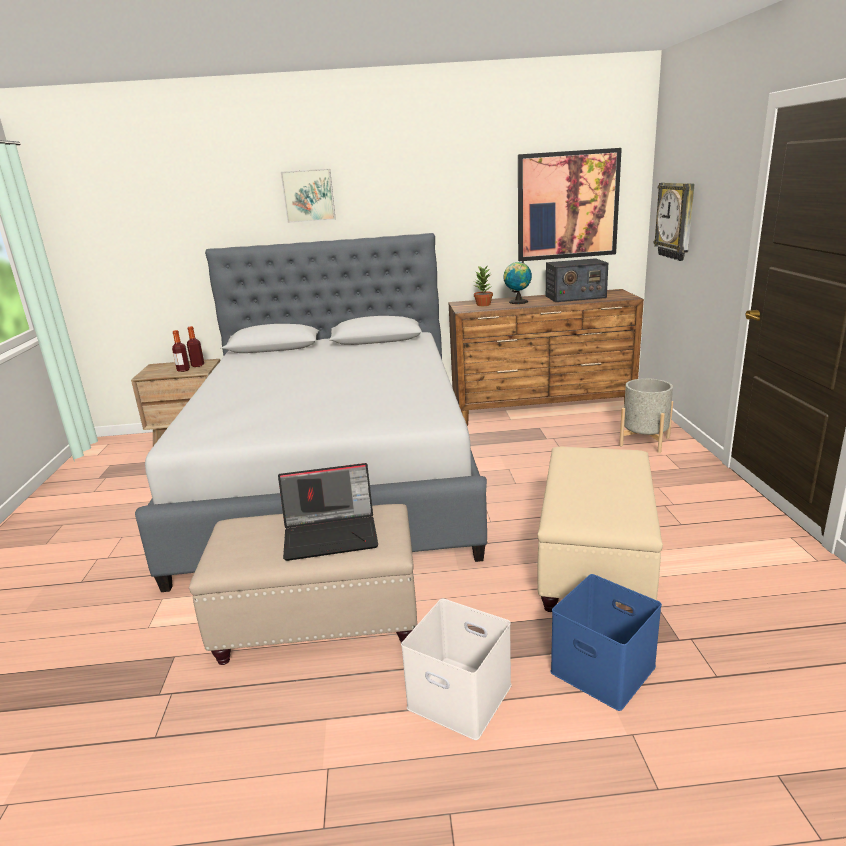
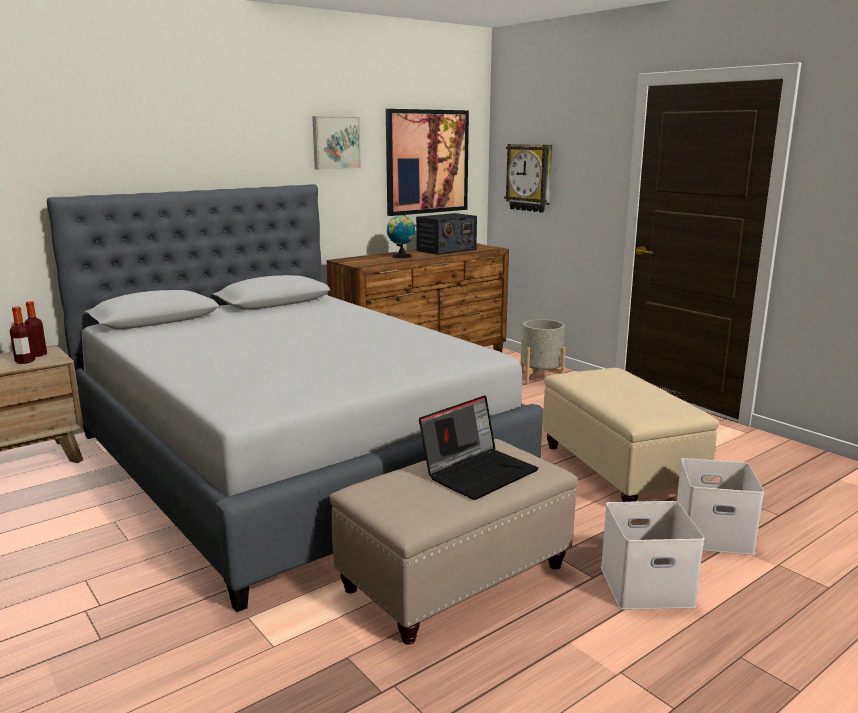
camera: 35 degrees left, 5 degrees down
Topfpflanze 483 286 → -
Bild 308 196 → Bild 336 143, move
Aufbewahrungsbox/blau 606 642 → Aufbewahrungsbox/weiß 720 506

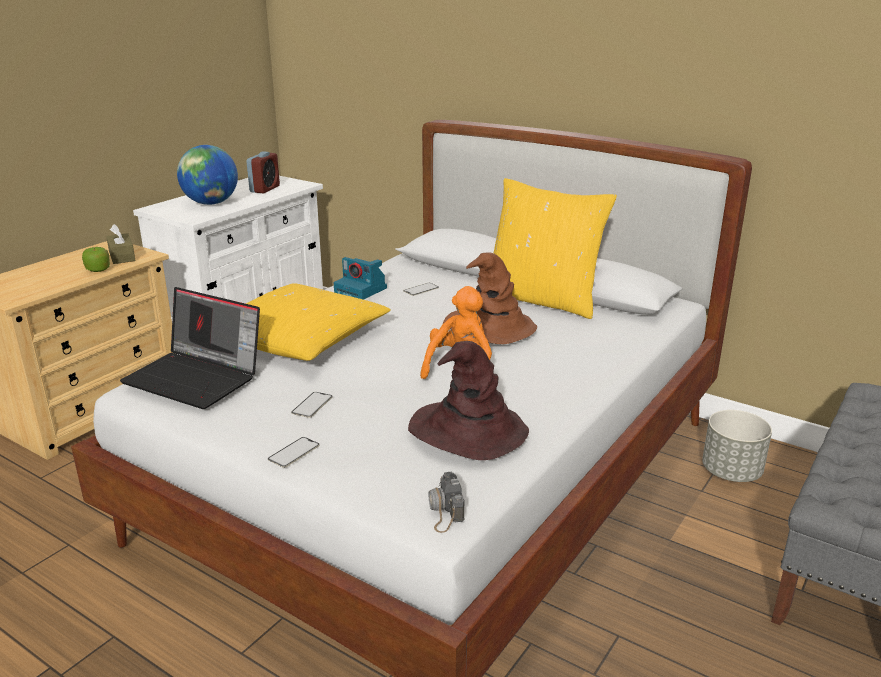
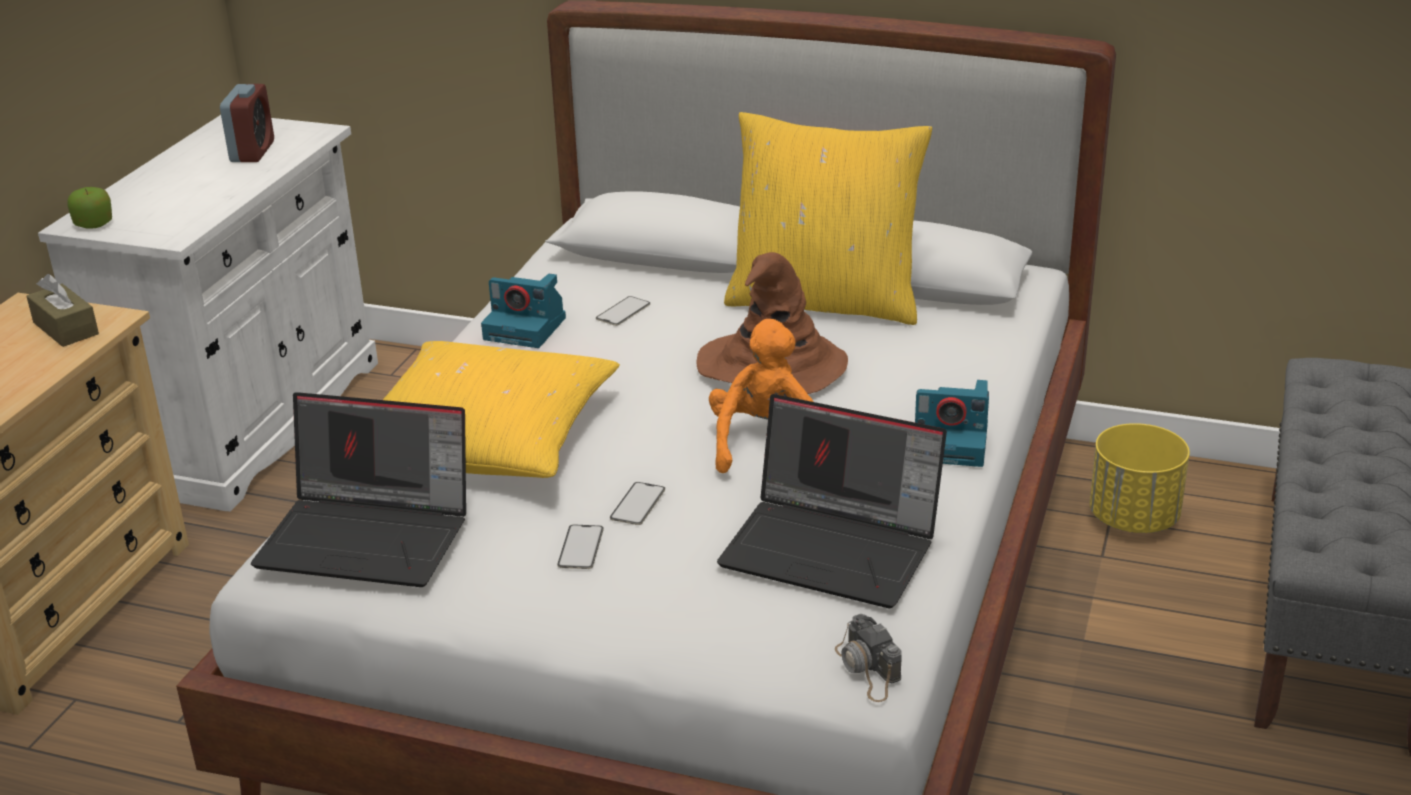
camera: 15 degrees left, 5 degrees up
Globus 207 175 → -
- → Kamera 952 423
Apfel 96 259 → Apfel 89 208, move
Handy 294 452 → Handy 637 503, move
Hut/braun 468 400 → Laptop 832 501
Pflanzkübel/grau 737 446 → Pflanzkübel/gelb 1139 478

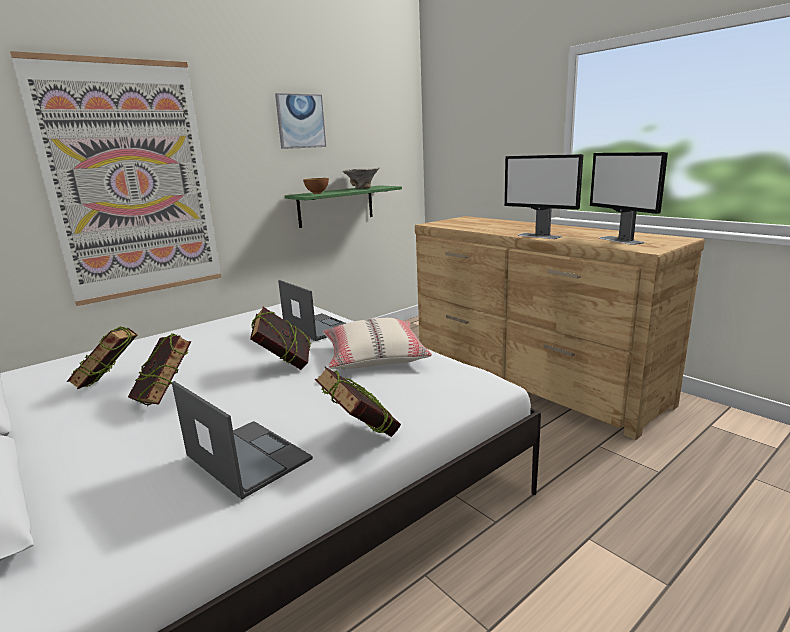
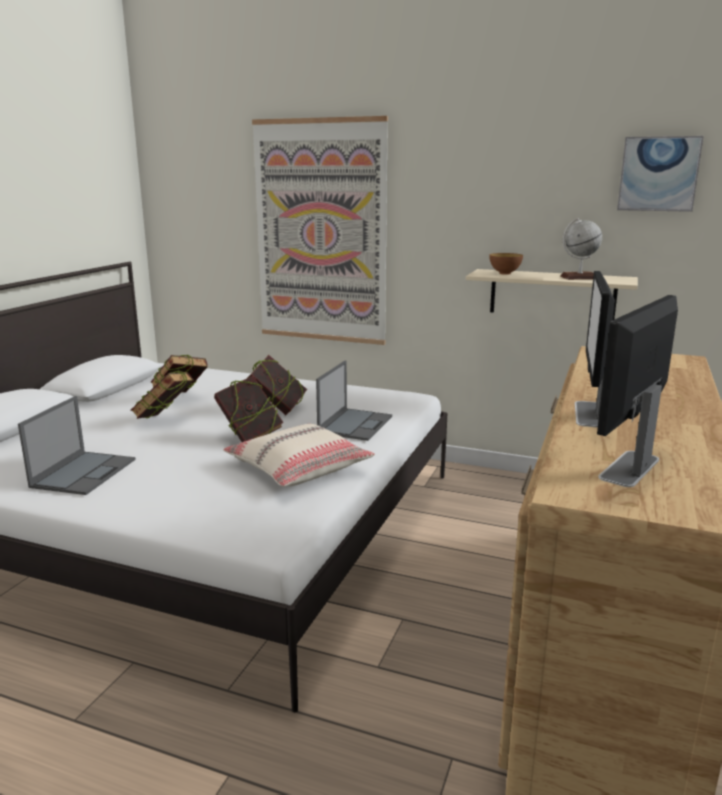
camera: 60 degrees right, 0 degrees up
Bild 300 121 → Bild 660 174, move
Buch 358 402 → Buch 277 385, move
Schüssel 360 178 → Globus 581 249
Wandregal/grün 343 206 → Wandregal/beige 552 294

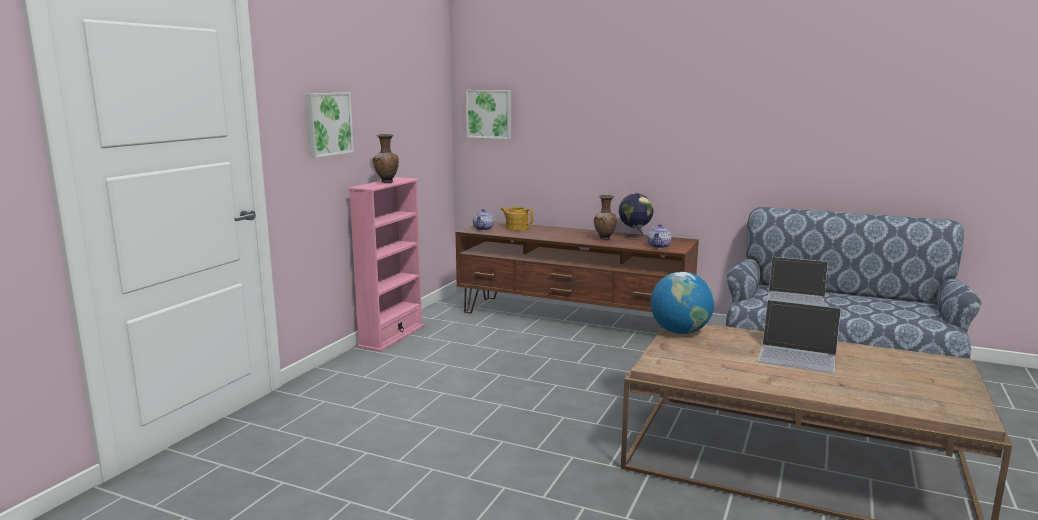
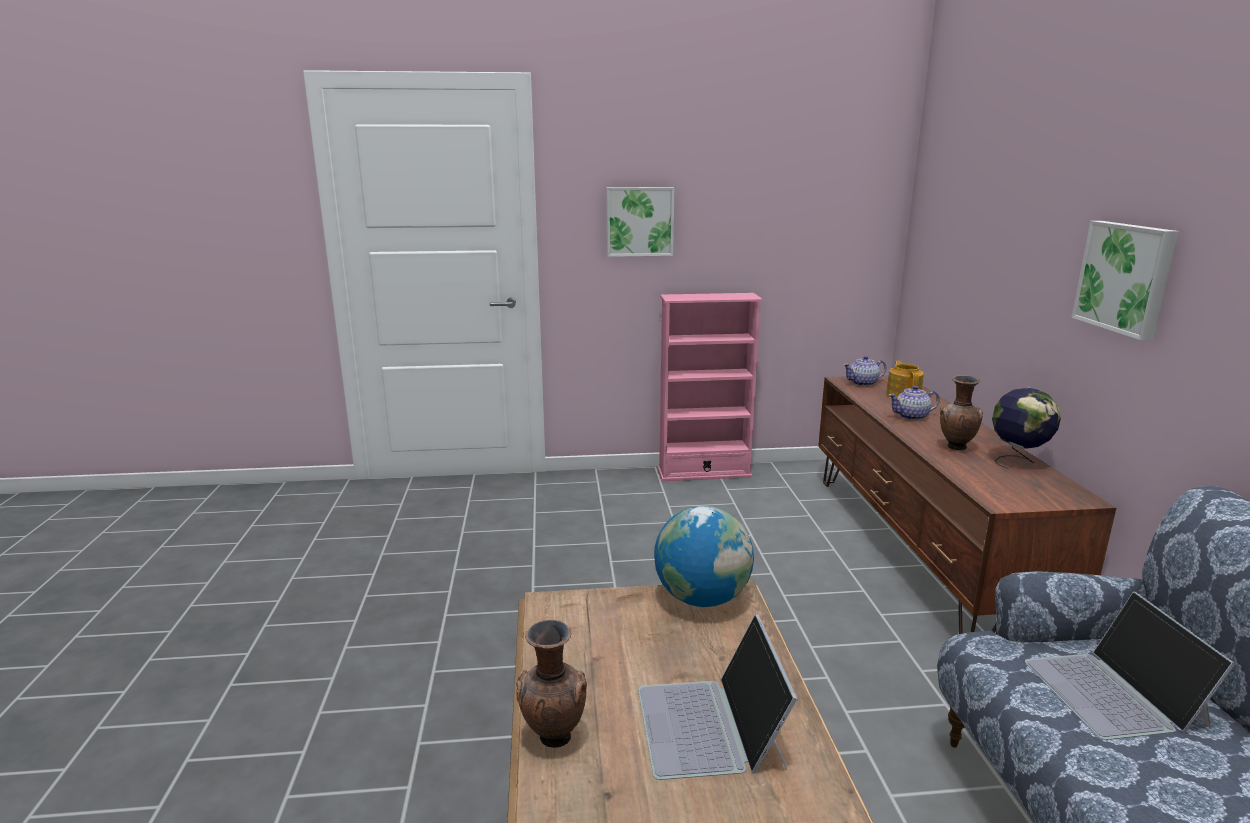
camera: 60 degrees right, 5 degrees up
Vase/braun 386 158 → Vase/braun 551 683, move
Bild 488 114 → Bild 1125 280, move
Teekanne 659 236 → Teekanne 914 403, move

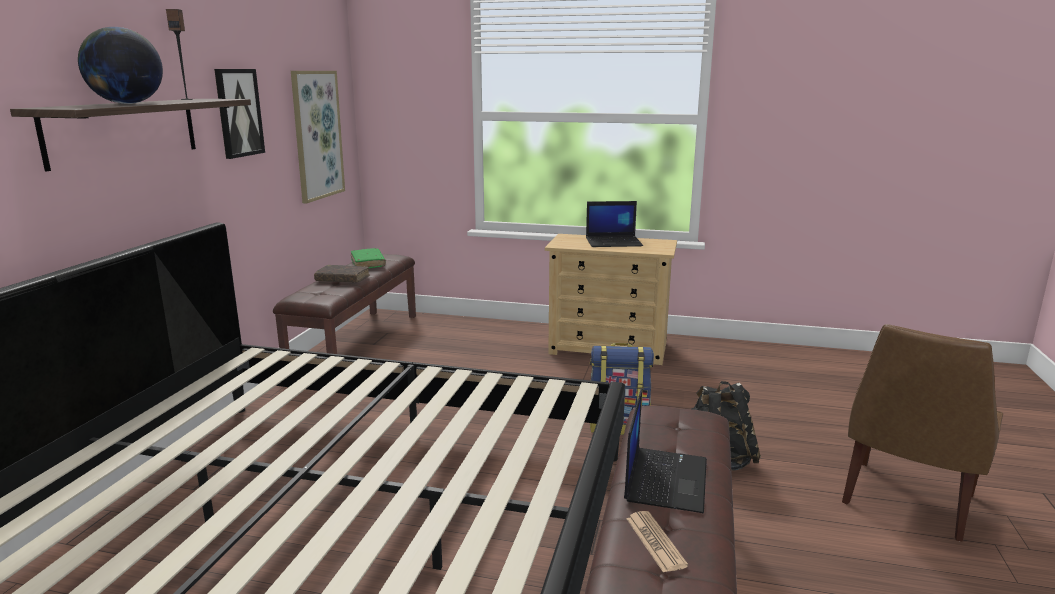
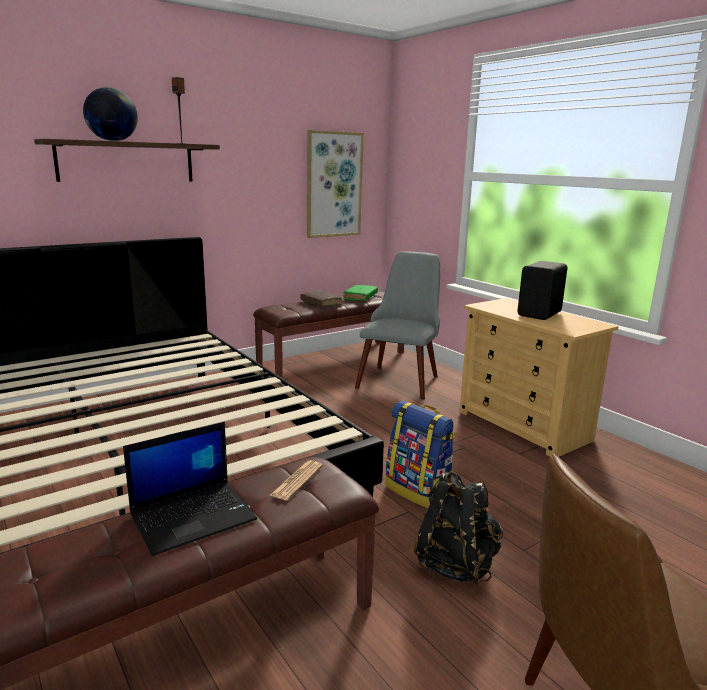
camera: 40 degrees right, 0 degrees up
Bild 239 114 → -
- → Stuhl/grau 397 325
Zeitung 657 542 → Zeitung 296 480, move
Laptop 614 224 → Lautsprecher/schwarz 542 290

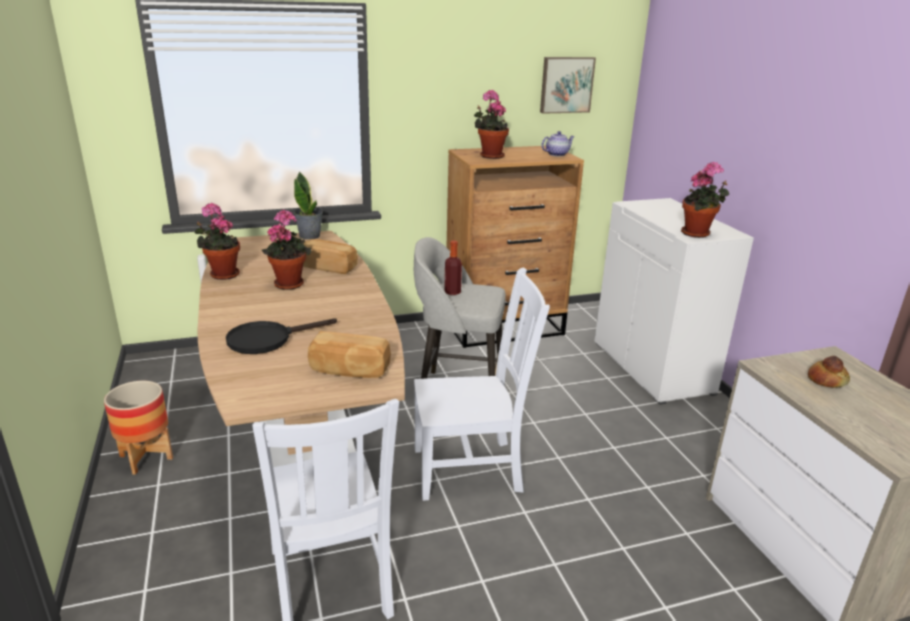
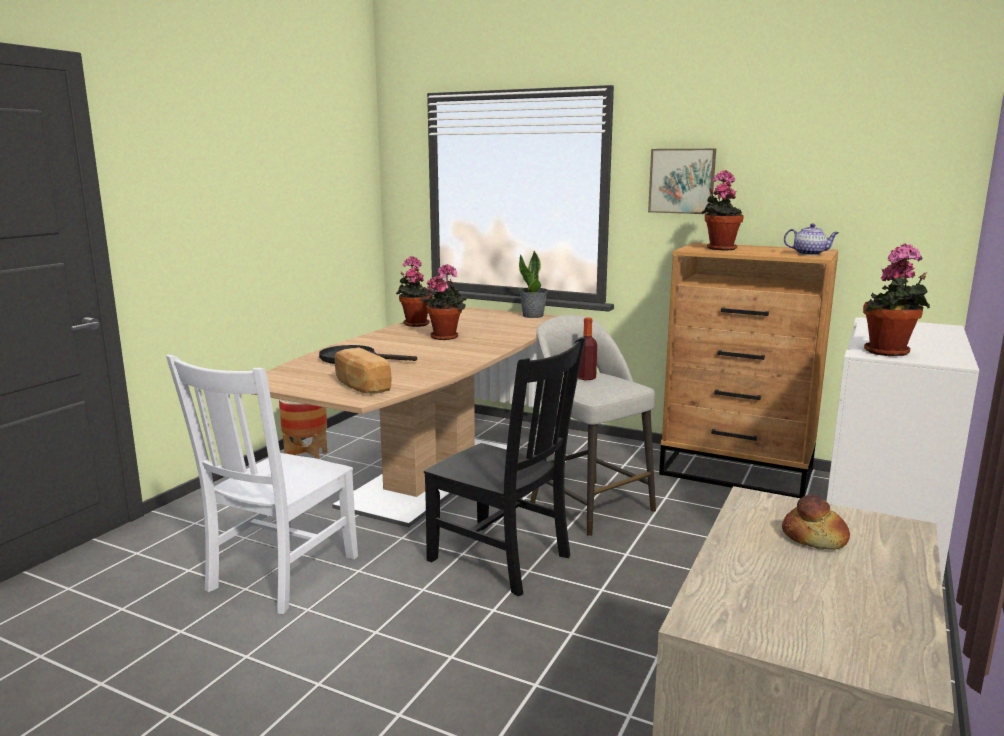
camera: 45 degrees right, 10 degrees down
Brot 330 256 → -
Bild 568 85 → Bild 682 181, move
Stuhl/weiß 482 384 → Stuhl/schwarz 505 466

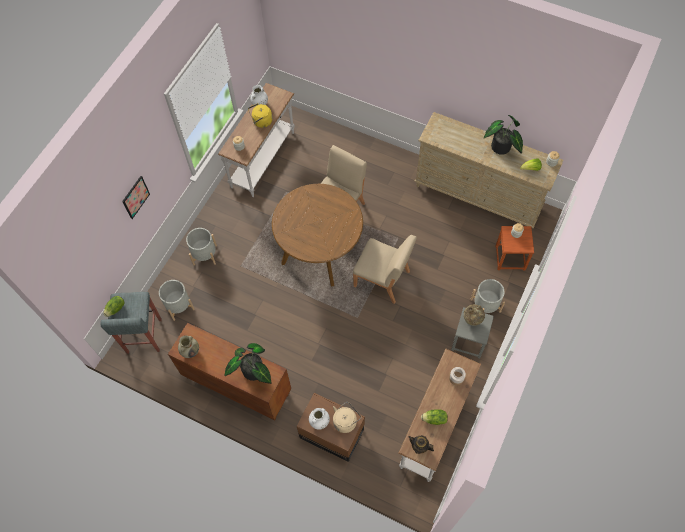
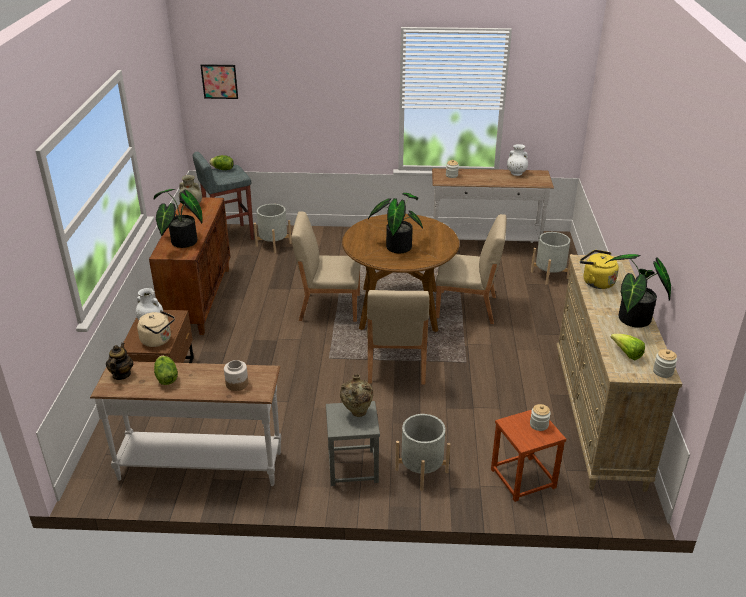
camera: 65 degrees right, 30 degrees down
- → Stuhl/beige 326 266
- → Topfpflanze 395 223
Bild 136 197 → Bild 219 81, move
Pflanzkübel/grau 201 246 → Pflanzkübel/grau 552 258, move
Wasserkessel/gelb 260 115 → Wasserkessel/gelb 599 269, move

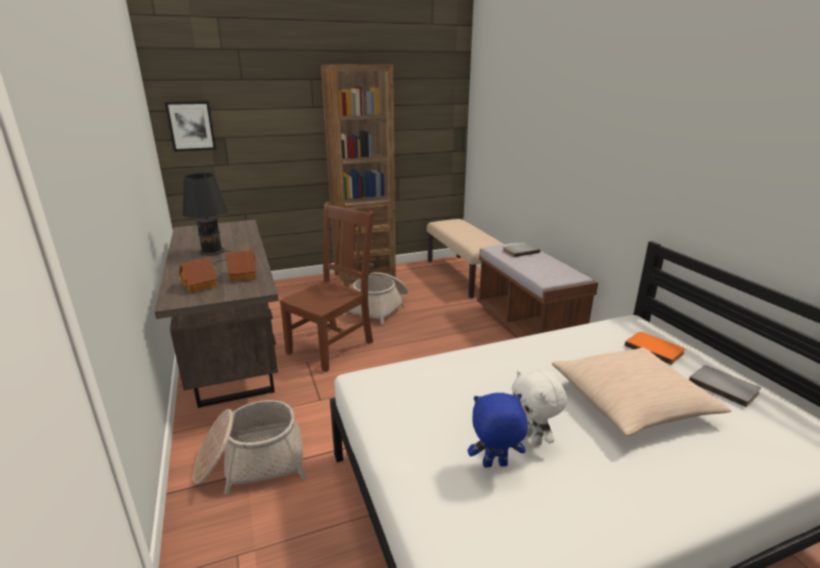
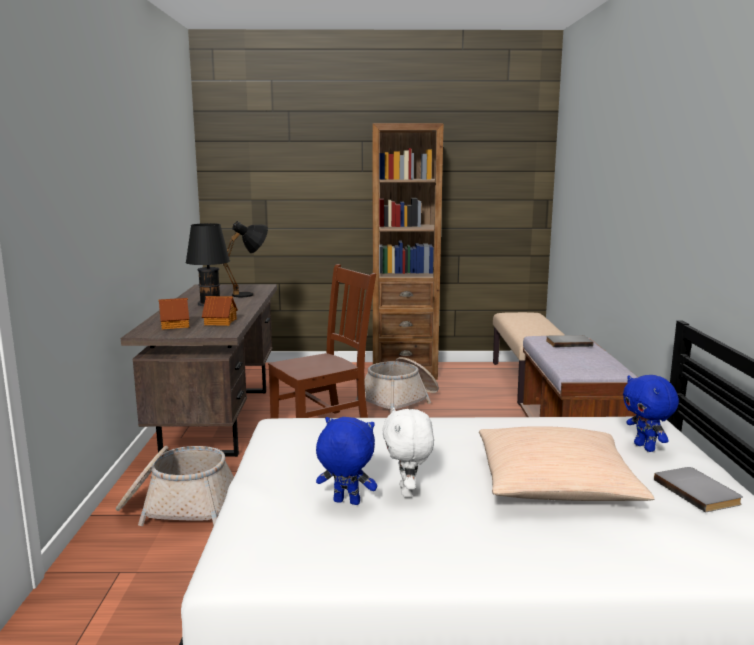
camera: 20 degrees right, 10 degrees down
Bild 190 126 → -
- → Tischlampe/schwarz 245 259
Buch/orange 655 348 → Plüschtier/blau 651 413

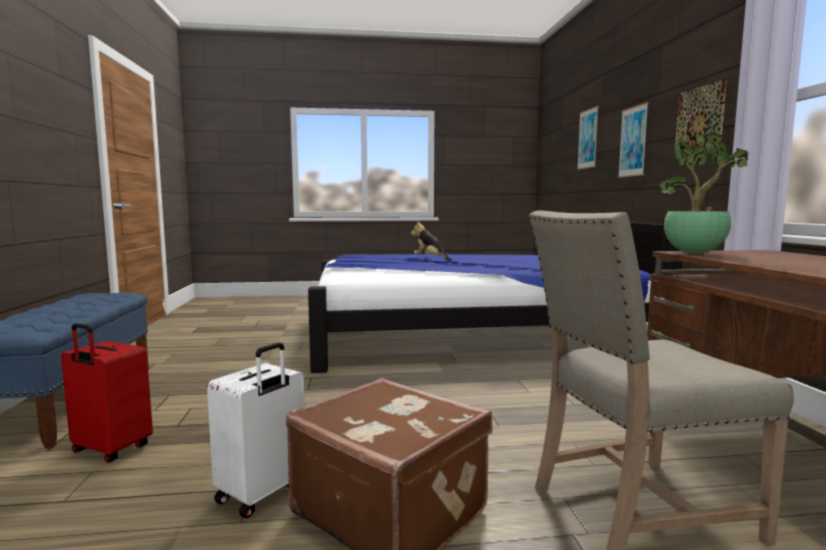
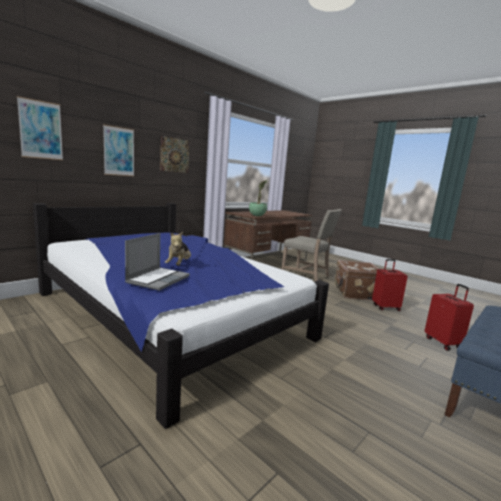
camera: 130 degrees left, 5 degrees up
- → Laptop 157 262
Koffer/weiß 256 430 → Koffer/rot 390 285

